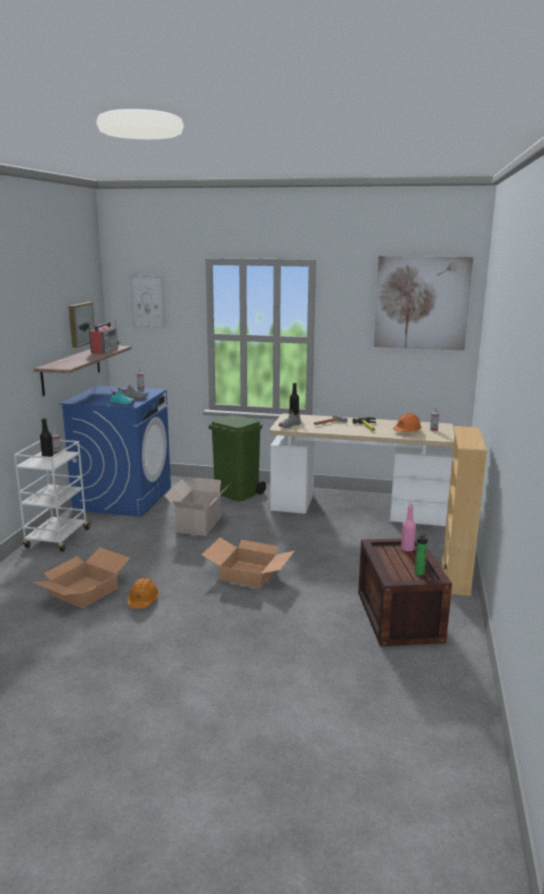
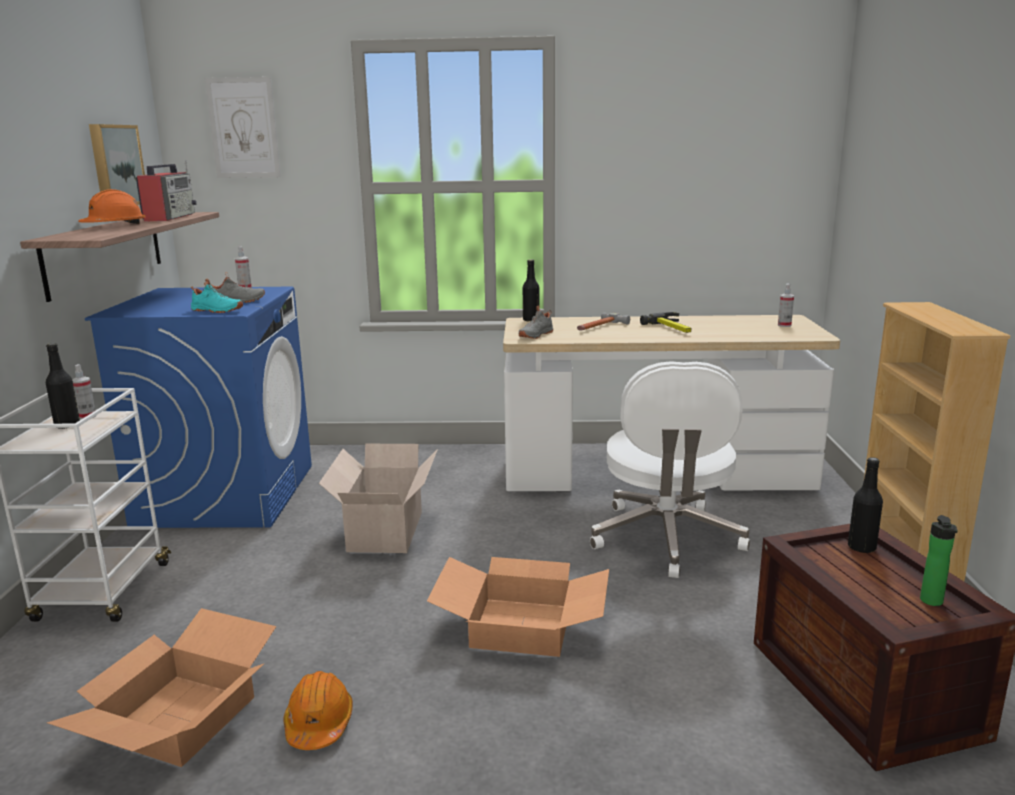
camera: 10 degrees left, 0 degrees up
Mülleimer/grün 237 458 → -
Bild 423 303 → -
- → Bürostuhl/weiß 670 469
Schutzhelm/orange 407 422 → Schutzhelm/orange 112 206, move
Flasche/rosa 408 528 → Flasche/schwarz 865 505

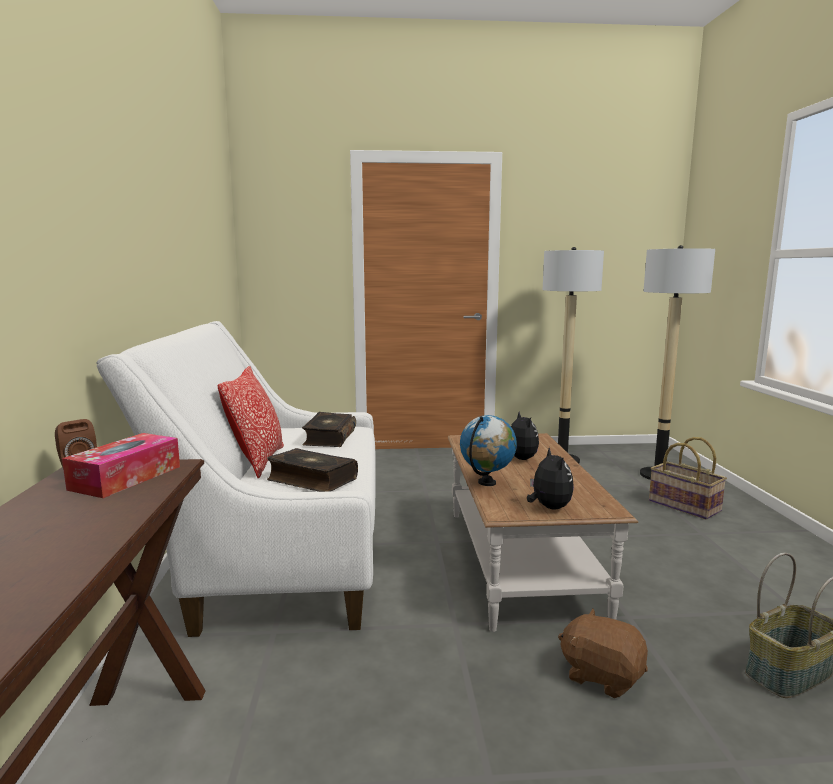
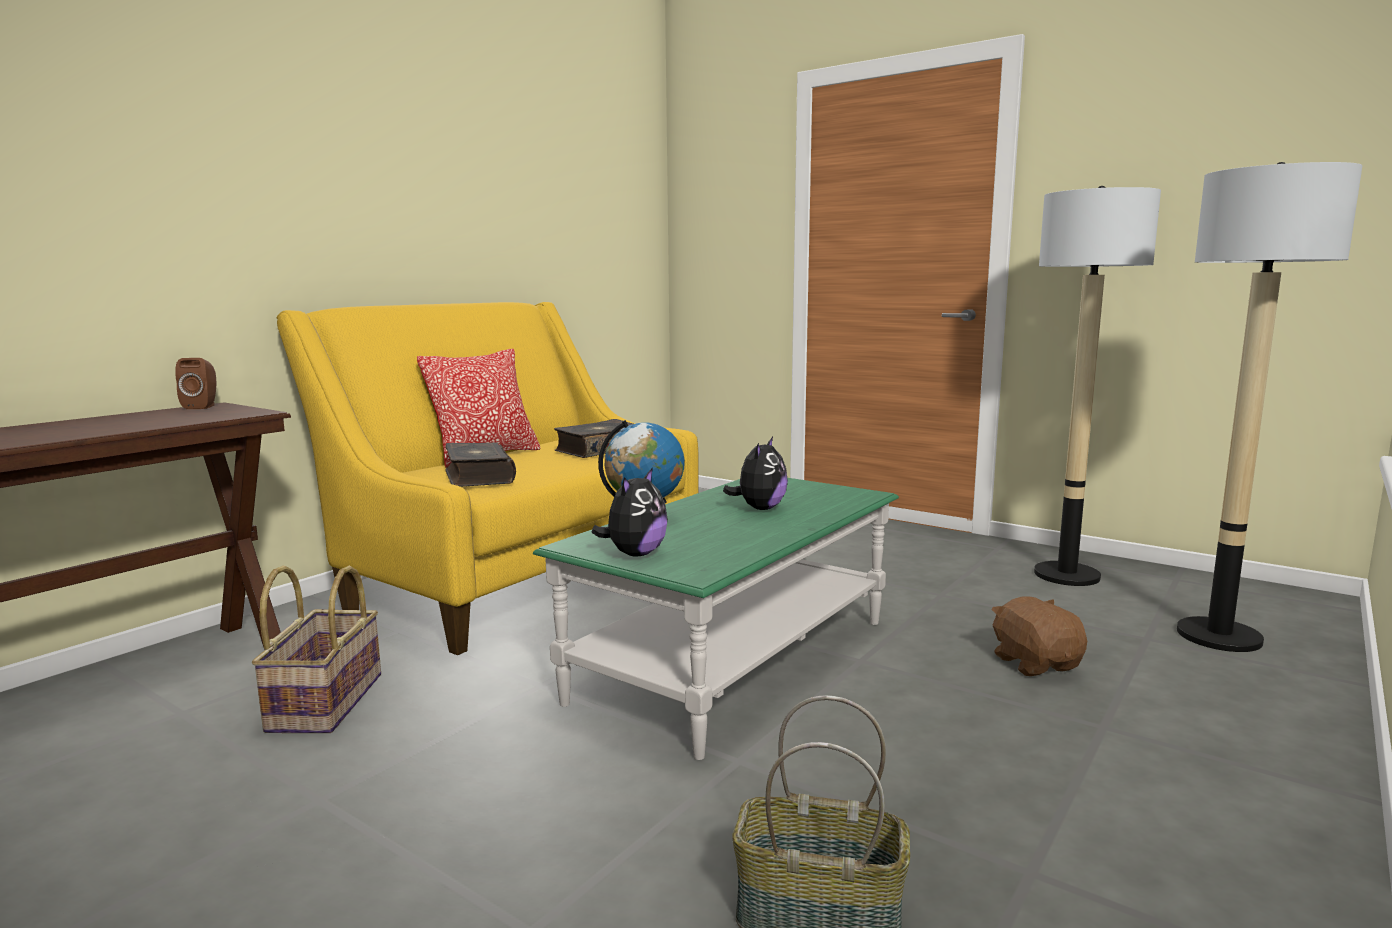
camera: 40 degrees right, 0 degrees up
Taschentuchbox 121 465 → -
Plüschtier/braun 603 653 → Plüschtier/braun 1039 636, move
Korb 688 478 → Korb 316 649, move
Sofa/weiß 236 479 → Sofa/gelb 488 478
Couchtisch/braun 543 532 → Couchtisch/grün 716 619

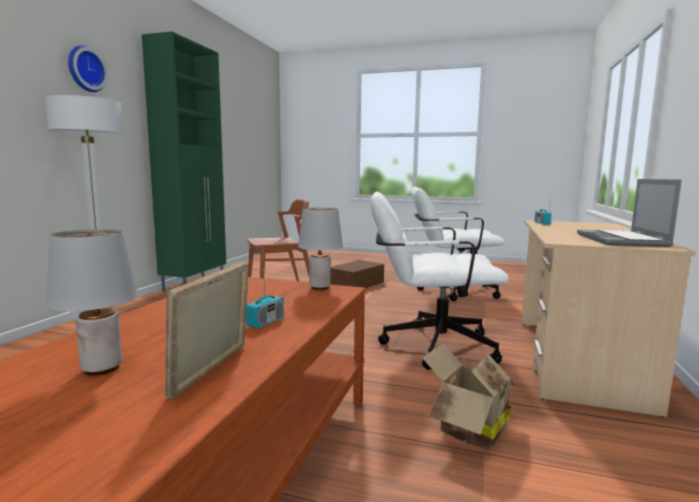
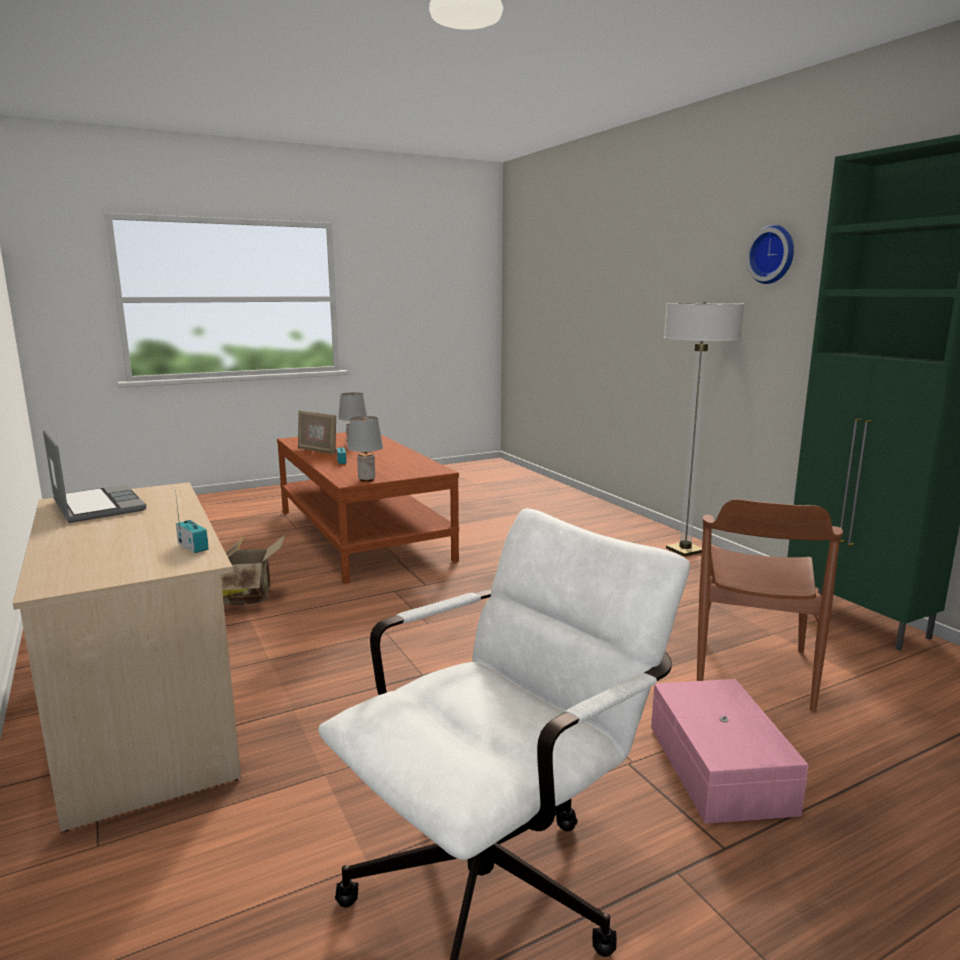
camera: 135 degrees right, 5 degrees up
Bürostuhl/weiß 439 281 → -
Aufbewahrungsbox/braun 357 274 → Aufbewahrungsbox/rosa 730 751
Bilderrahmen 207 330 → Bilderrahmen 317 432, 150 degrees clockwise

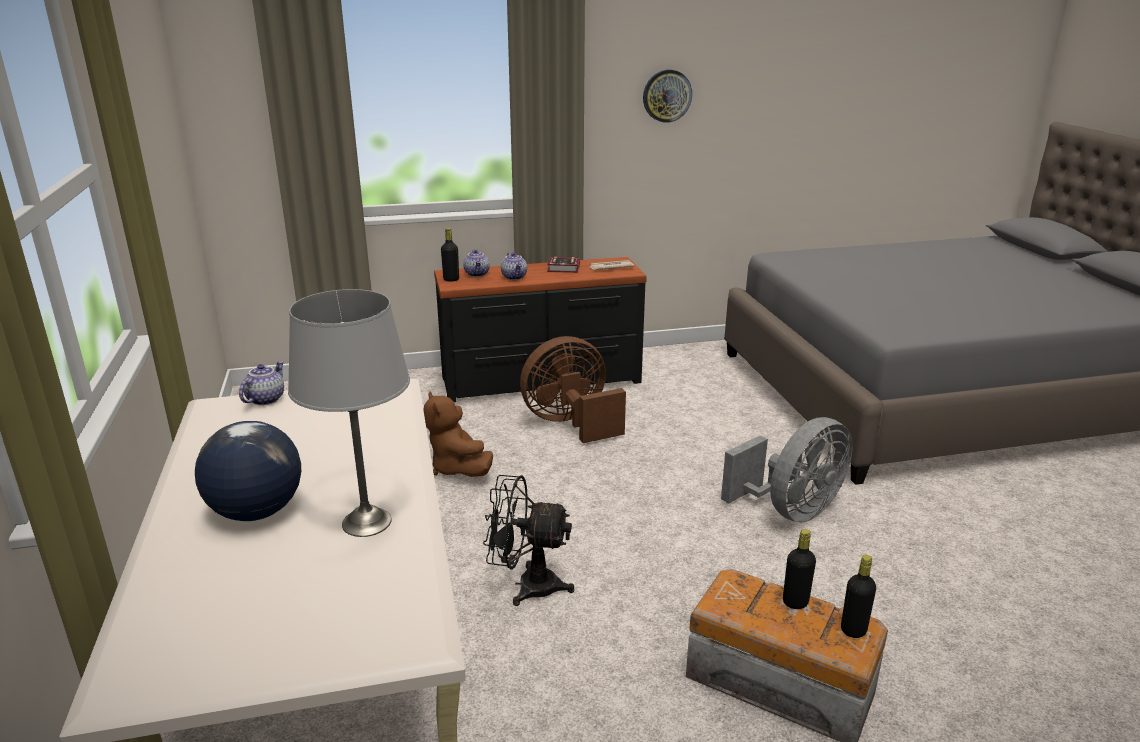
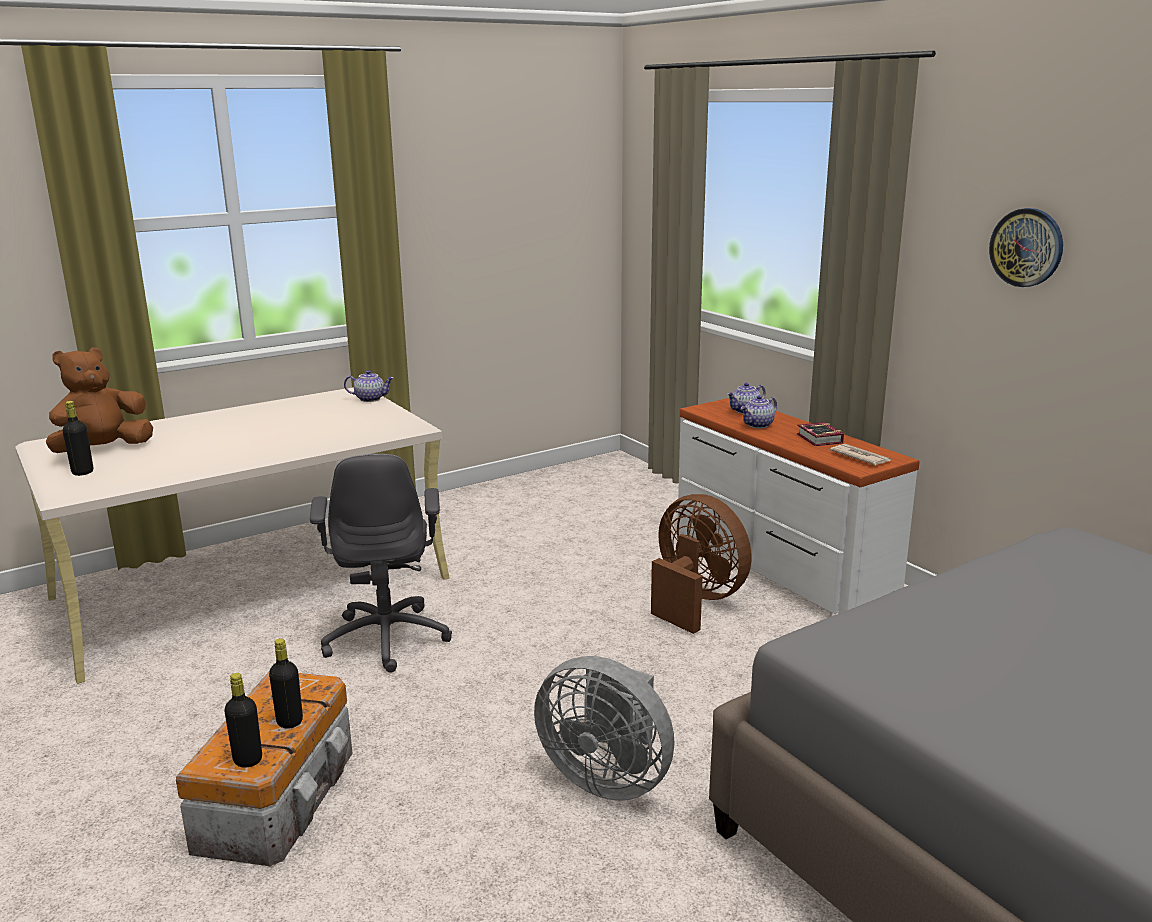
camera: 70 degrees right, 5 degrees down
Globus 248 471 → -
Tischlampe/grau 349 413 → -
Plüschtier/braun 458 434 → Plüschtier/braun 99 400, move
Flasche/schwarz 450 255 → Flasche/schwarz 78 438, move
Ventilator/schwarz 528 540 → Bürostuhl/grau 381 563
Kommode/schwarz 540 329 → Kommode/weiß 799 506

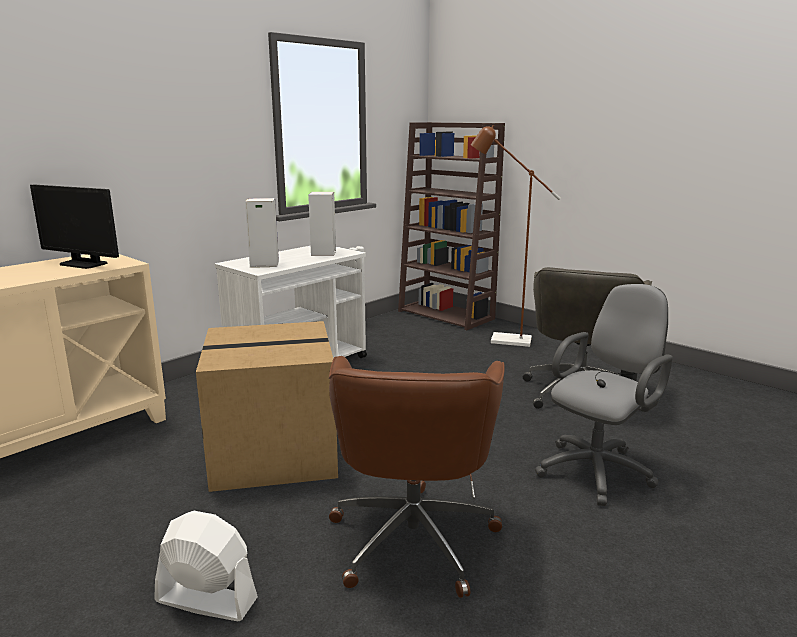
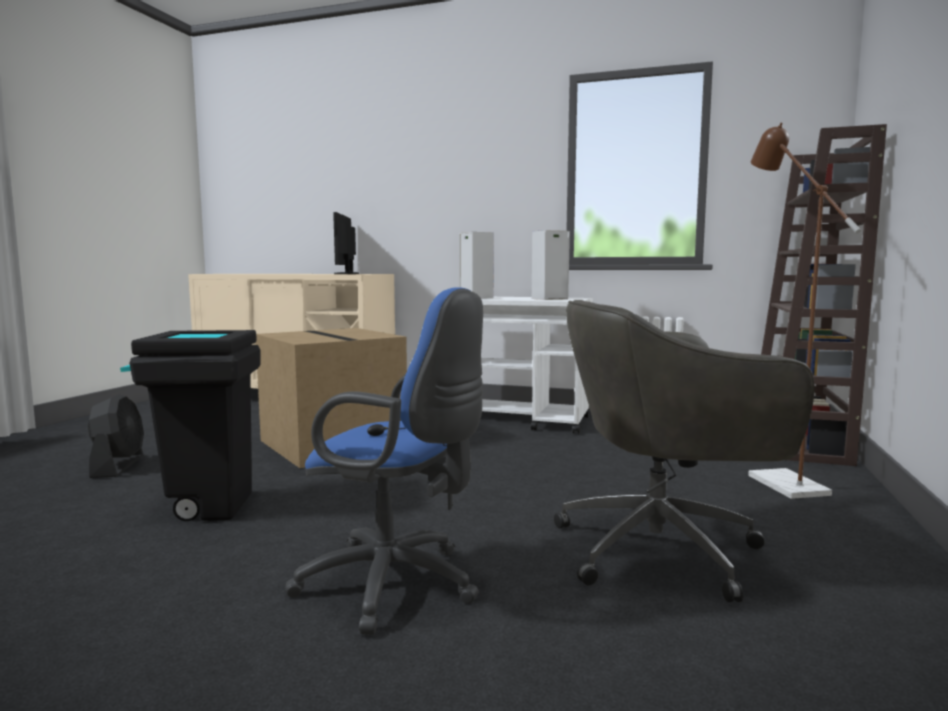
camera: 65 degrees right, 10 degrees down
Bürostuhl/braun 416 477 → Mülleimer/schwarz 190 425
Ventilator/weiß 206 566 → Ventilator/schwarz 116 436
Bürostuhl/grau 604 395 → Bürostuhl/blau 384 461

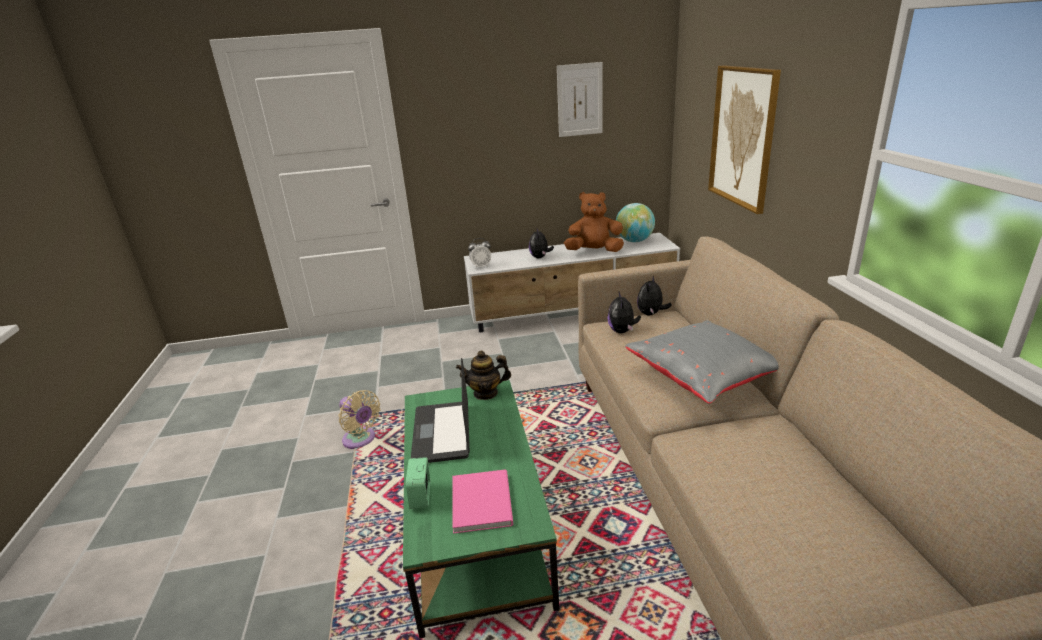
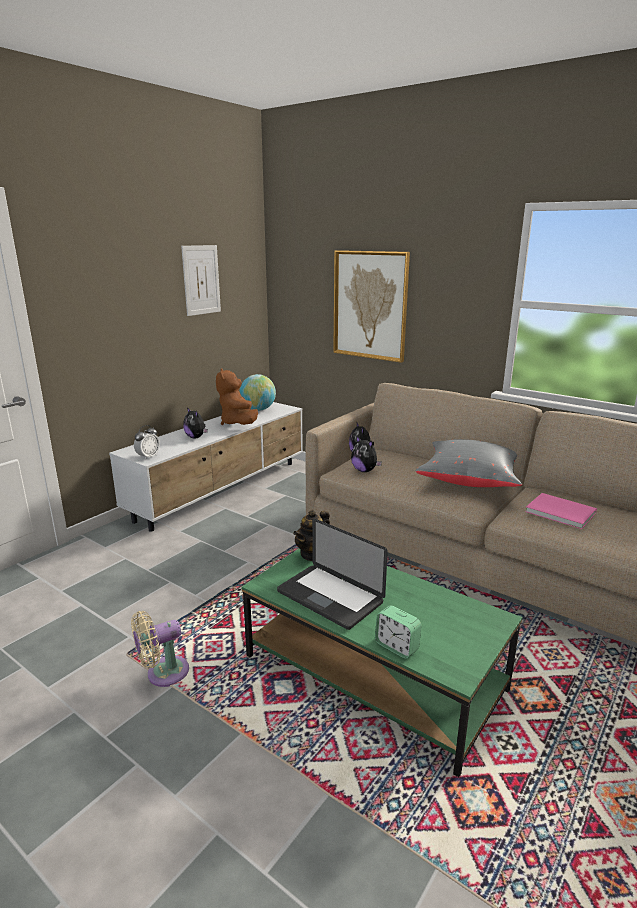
camera: 45 degrees left, 5 degrees down
Buch/rosa 483 501 → Buch/rosa 561 511, move
Ventilator/beige 359 419 → Ventilator/beige 160 649, 150 degrees clockwise
Plüschtier/braun 594 222 → Plüschtier/braun 237 397, 60 degrees counterclockwise

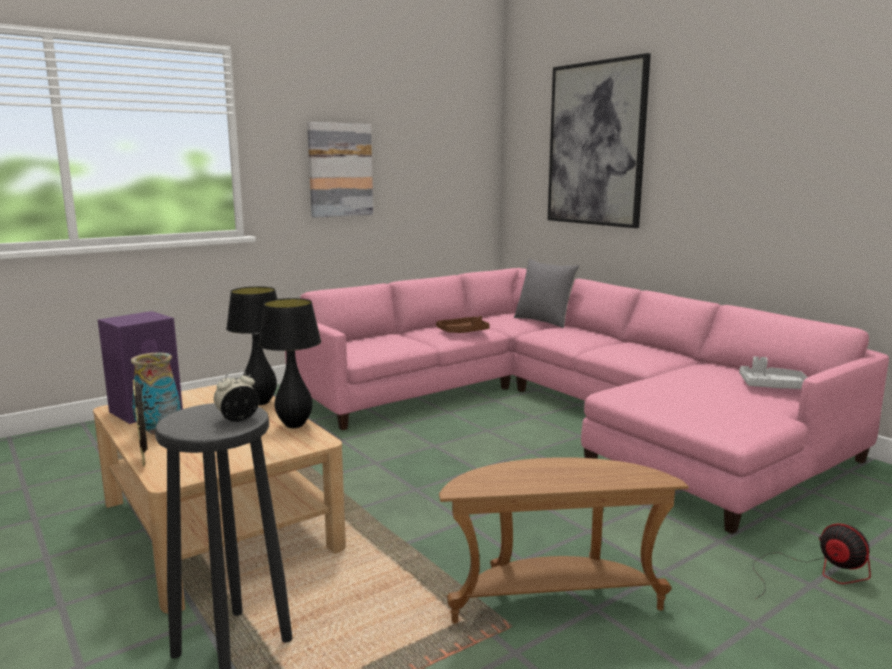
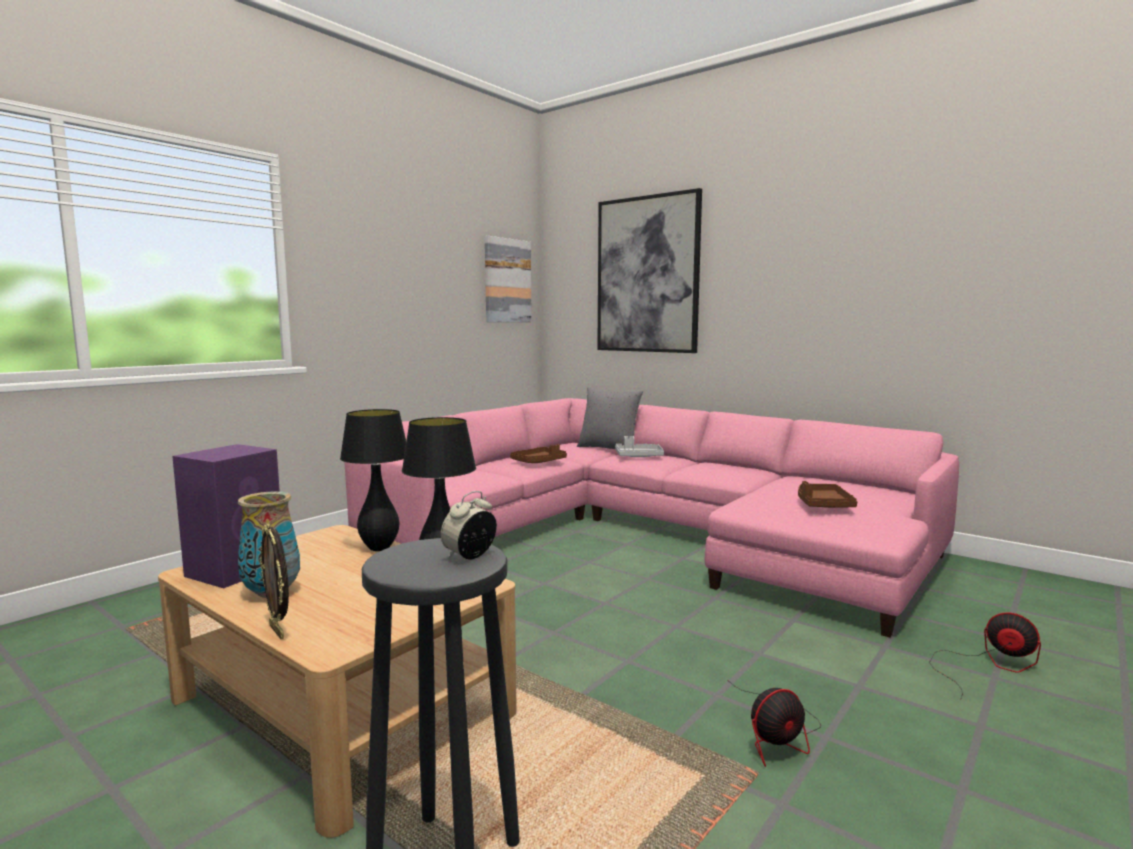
camera: 15 degrees left, 5 degrees down
- → Tablett/braun 827 494
Bild 340 170 → Bild 508 279, move
Tablett/grau 773 373 → Tablett/grau 639 446, move
Beistelltisch/braun 564 540 → Ventilator 775 724

